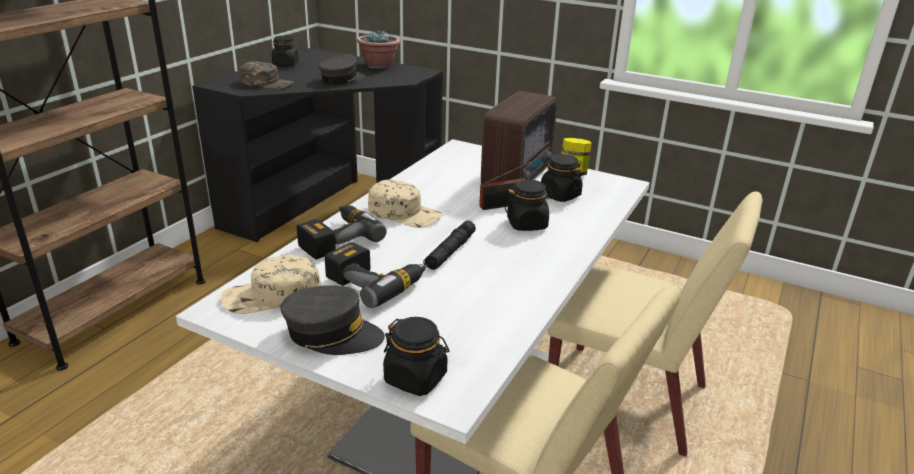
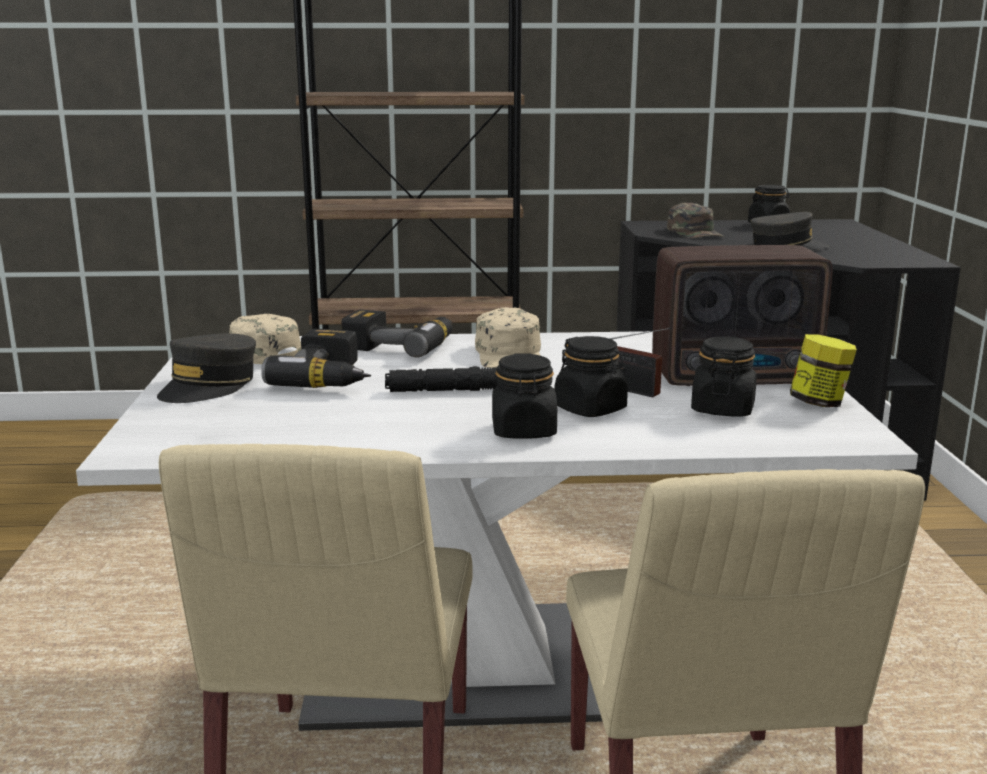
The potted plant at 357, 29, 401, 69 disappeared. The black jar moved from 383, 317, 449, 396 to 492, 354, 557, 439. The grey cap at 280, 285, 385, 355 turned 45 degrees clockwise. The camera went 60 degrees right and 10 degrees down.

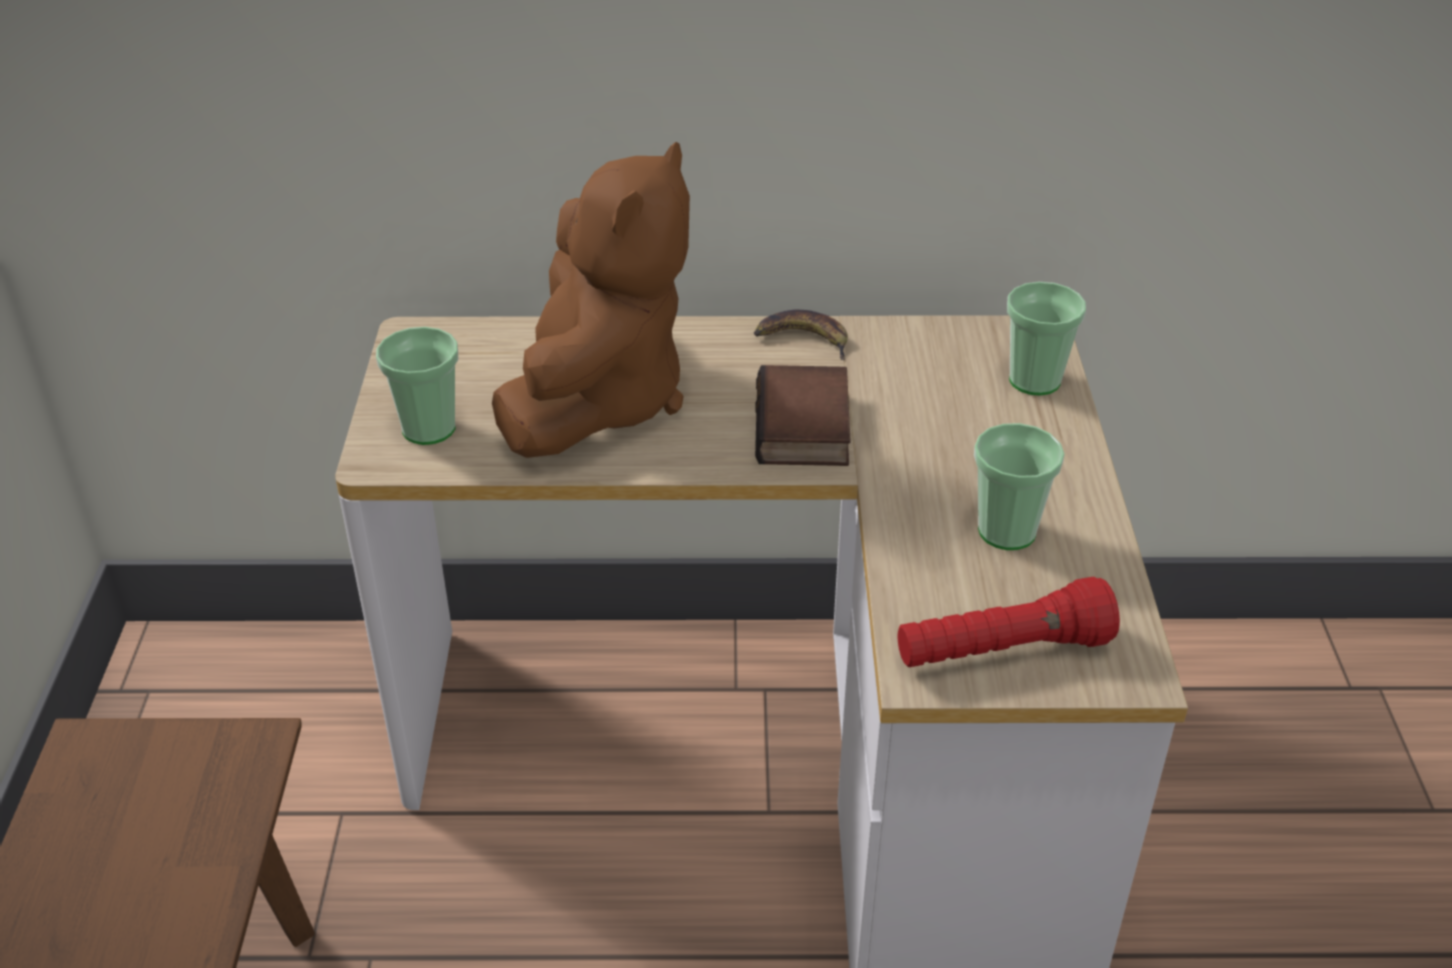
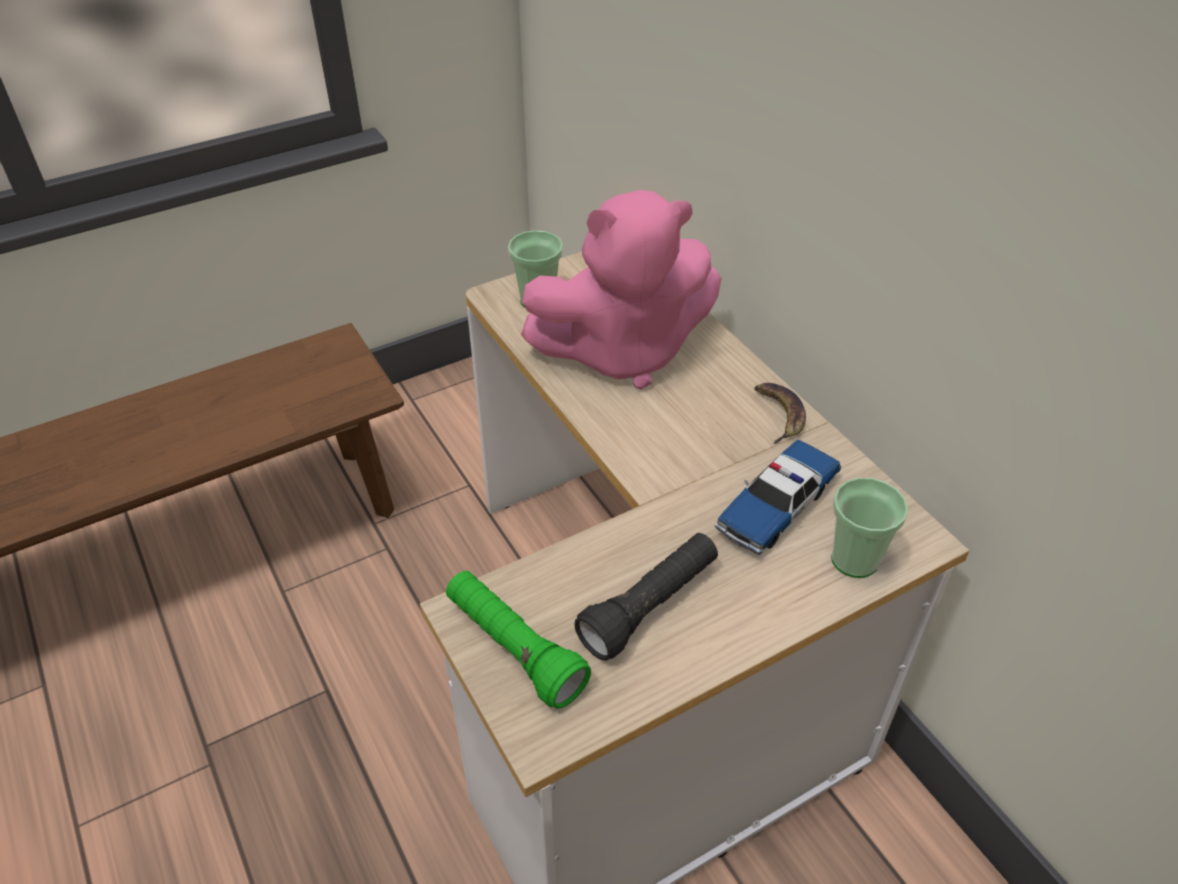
The book at 755, 365, 850, 466 disappeared. The toy car at 715, 440, 842, 555 appeared. The cup at 974, 423, 1065, 550 was replaced by the black flashlight at 574, 533, 718, 661. The brown plush toy at 492, 142, 690, 458 became the pink plush toy at 521, 190, 722, 390. The red flashlight at 898, 577, 1120, 667 became the green flashlight at 446, 571, 591, 709. The camera went 60 degrees right and 5 degrees up.

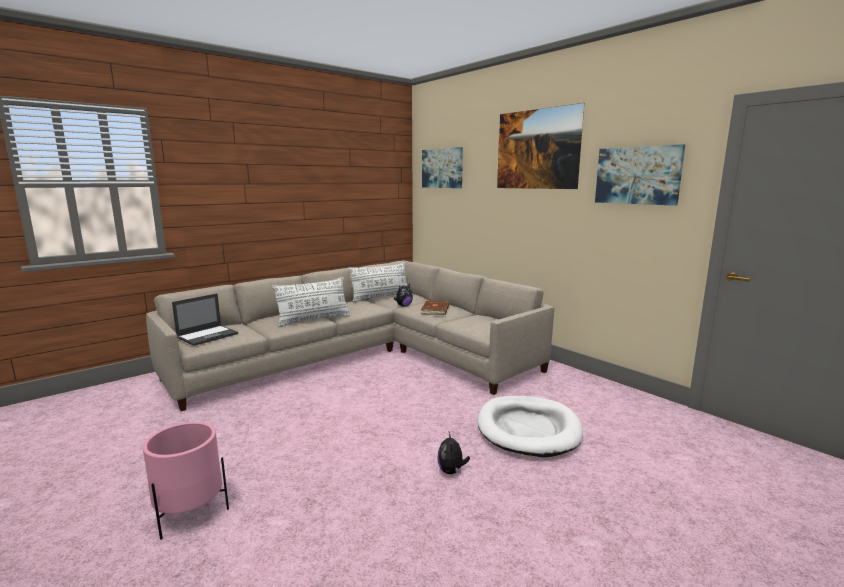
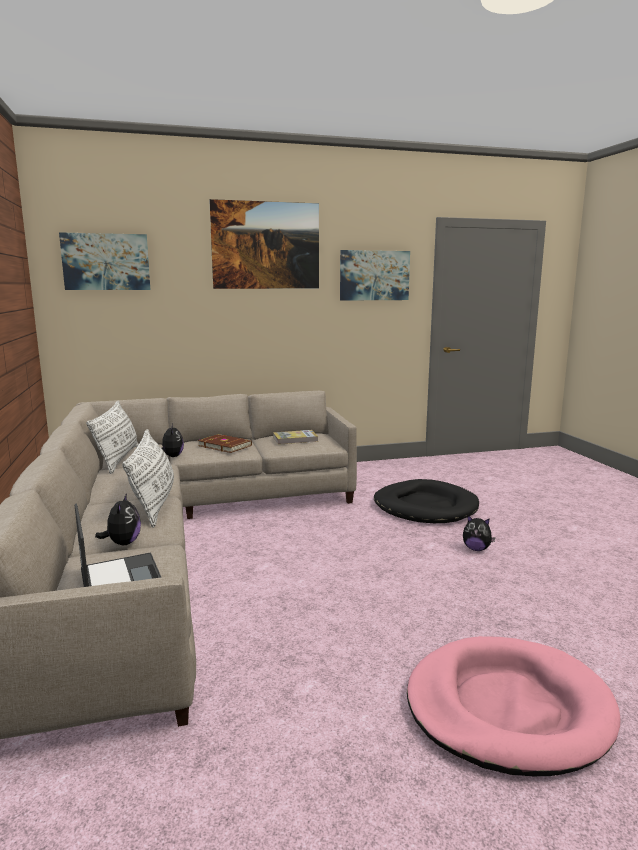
The plush toy at 95, 493, 141, 545 appeared. The book at 273, 430, 319, 445 appeared. The pink planter at 143, 422, 229, 540 was replaced by the pink dog bed at 407, 636, 621, 776. The white dog bed at 478, 396, 583, 457 became the black dog bed at 374, 479, 479, 523. The camera went 65 degrees left and 0 degrees up.

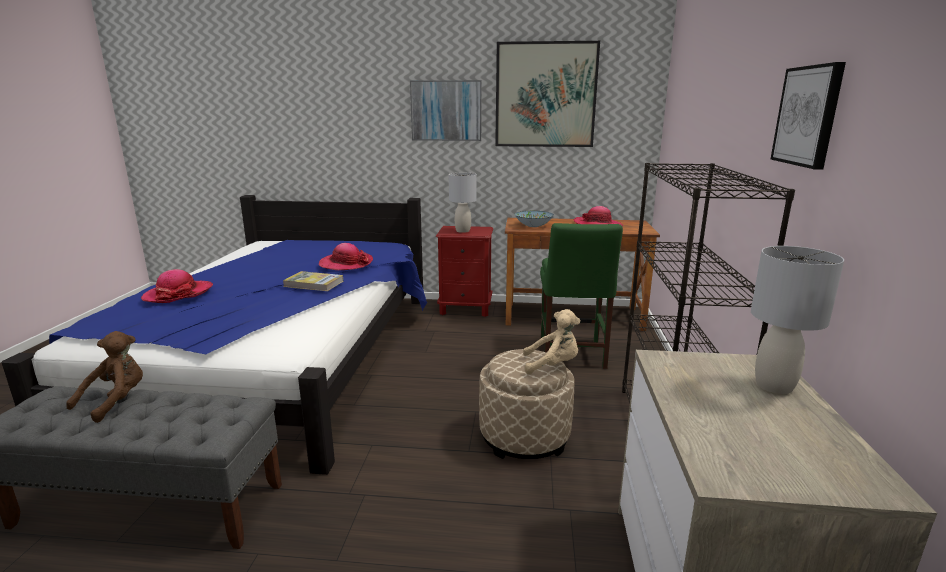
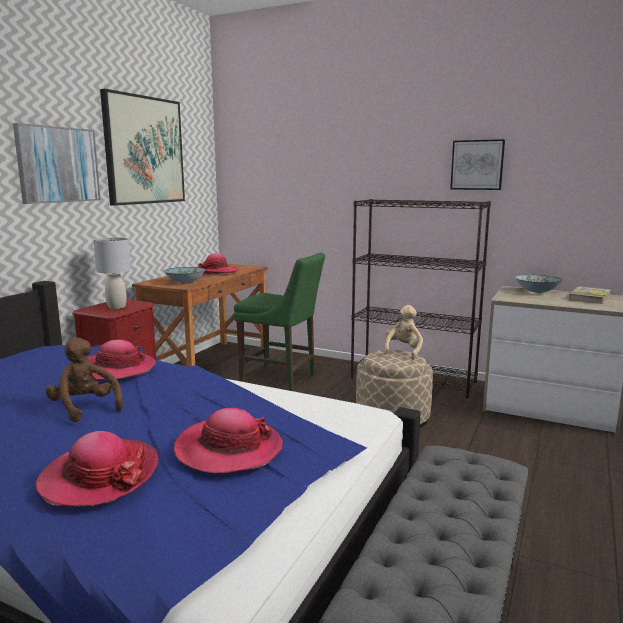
The hat at 174, 408, 283, 473 appeared. The brown plush toy moved from 66, 331, 143, 423 to 46, 337, 123, 422. The book moved from 283, 271, 343, 291 to 569, 286, 611, 304. The grey table lamp at 751, 246, 844, 394 was replaced by the bowl at 515, 275, 562, 293. The camera went 70 degrees left and 5 degrees down.

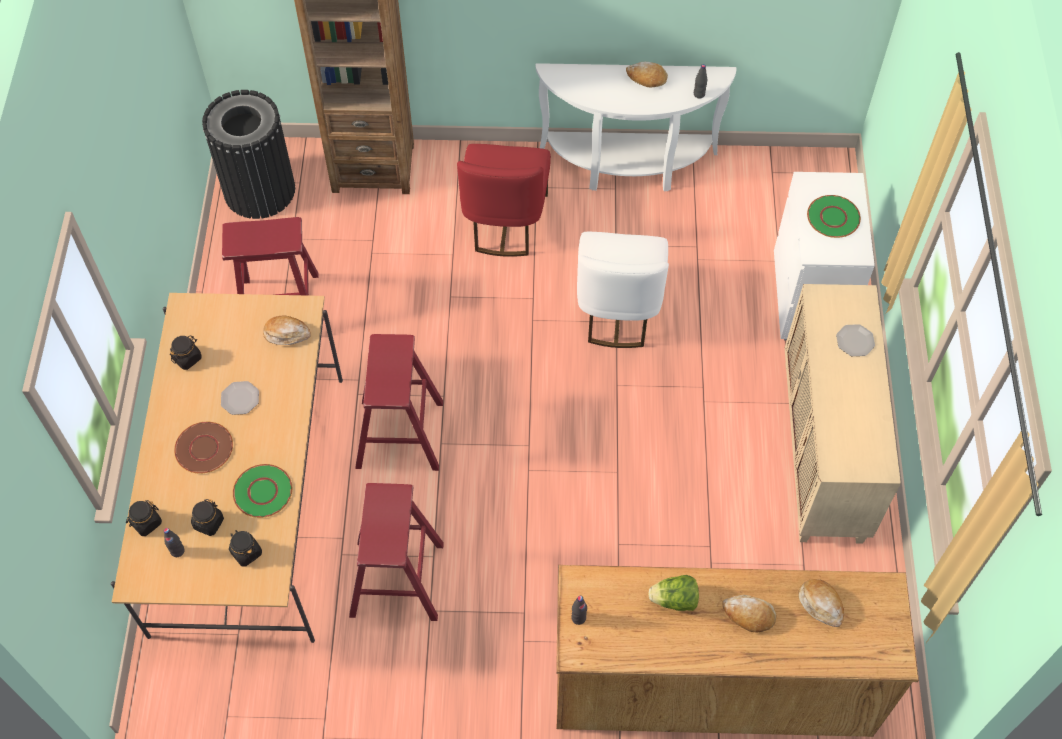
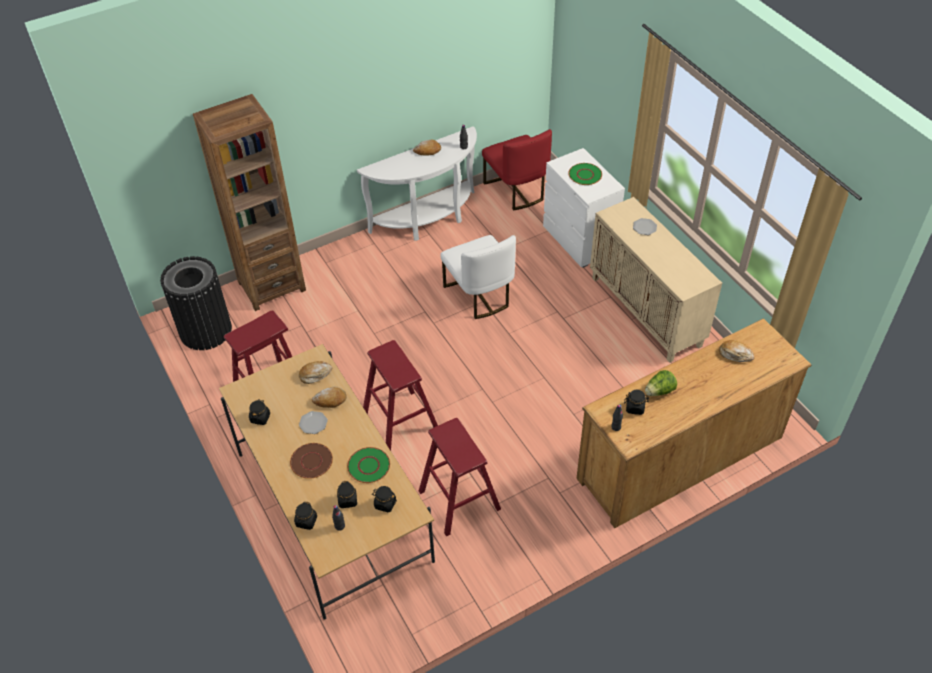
The black jar at 624, 390, 649, 415 appeared. The red chair moved from 457, 144, 551, 257 to 482, 129, 552, 211. The bread moved from 722, 595, 777, 633 to 311, 386, 347, 408. The camera went 30 degrees left and 10 degrees down.

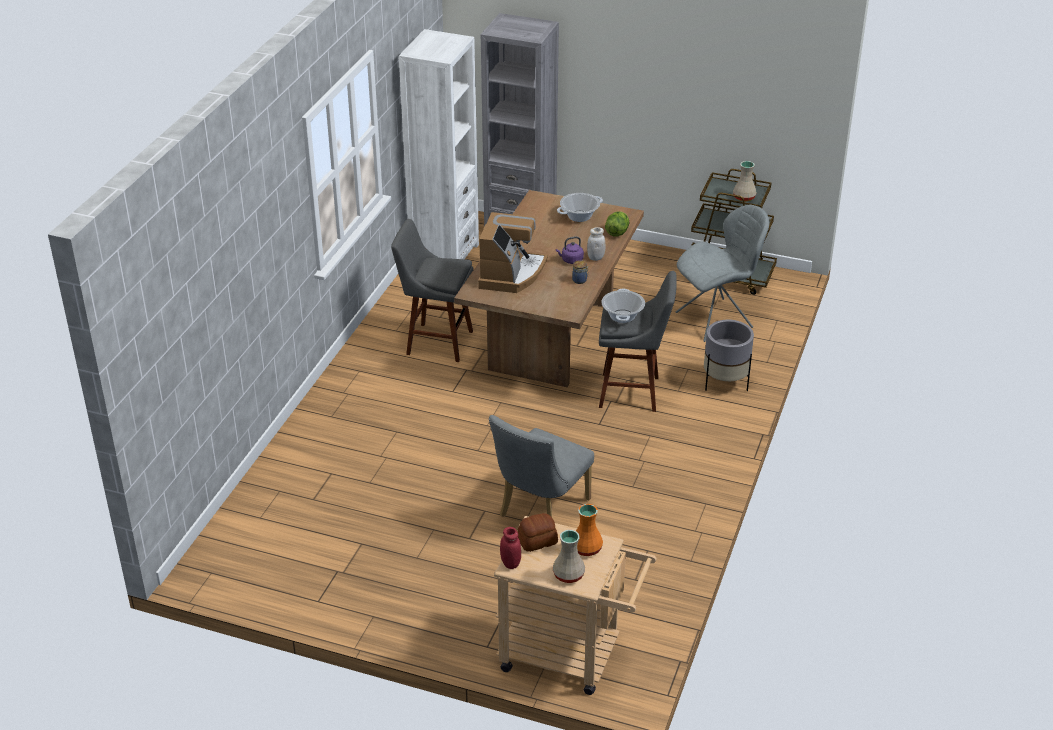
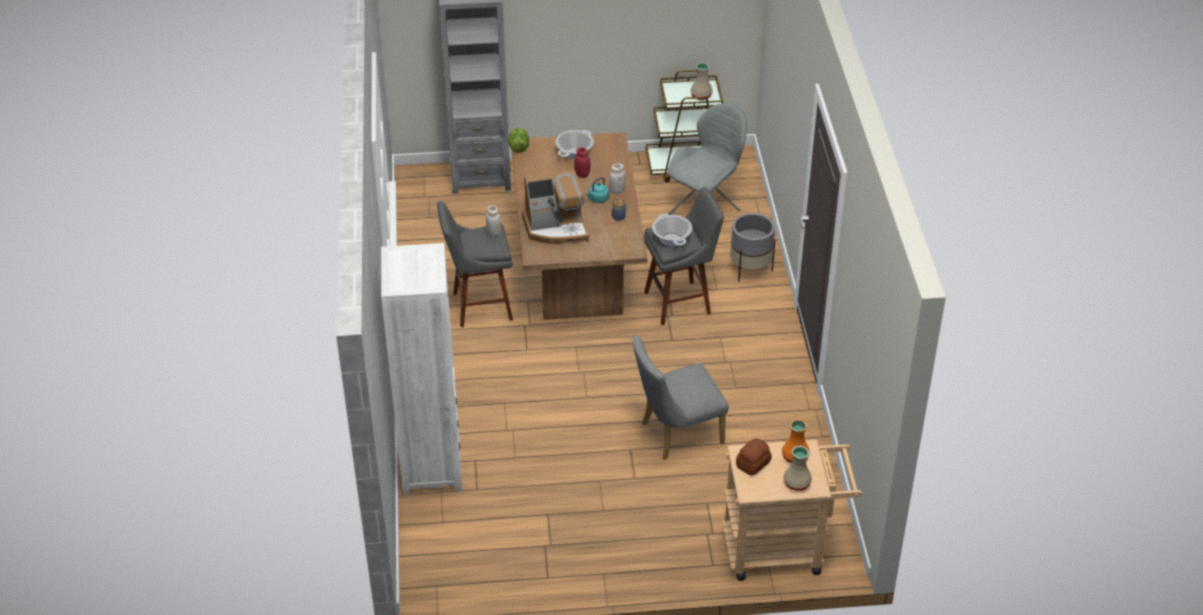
The white jar at 486, 205, 501, 237 appeared. The white bookcase moved from 399, 29, 479, 259 to 381, 243, 462, 495. The red jar moved from 500, 527, 521, 569 to 574, 147, 590, 178. The lettuce moved from 605, 211, 629, 237 to 508, 128, 529, 153. The purple kettle at 556, 236, 584, 264 became the turquoise kettle at 585, 177, 609, 203. The coffee machine at 478, 212, 548, 293 turned 90 degrees clockwise. The grey chair at 489, 415, 594, 517 turned 60 degrees clockwise. The camera went 25 degrees left and 5 degrees up.

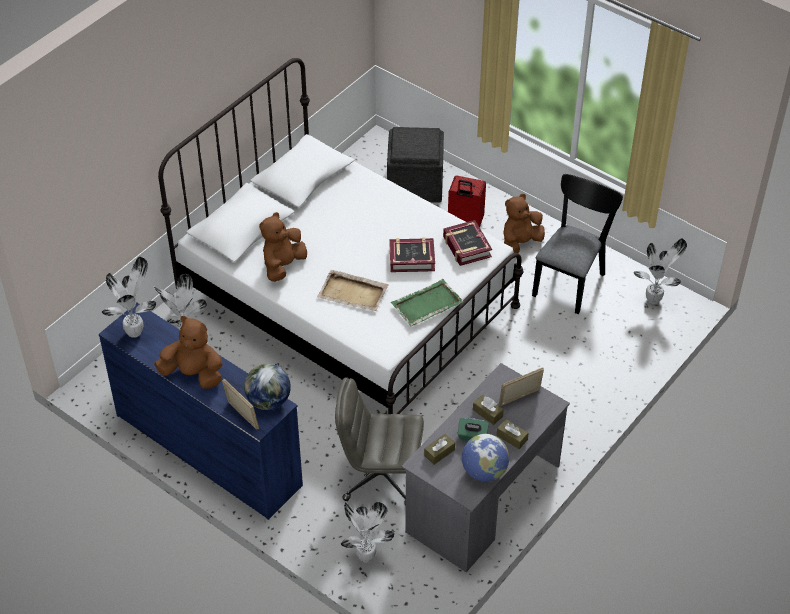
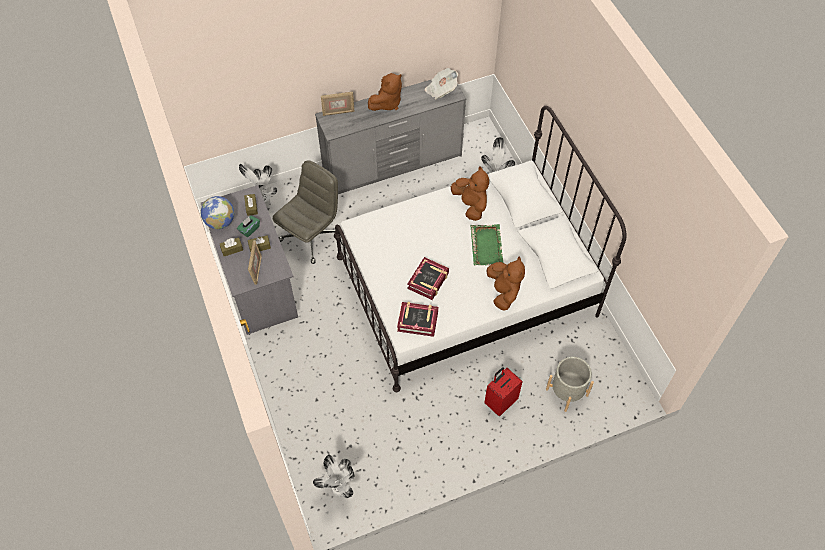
The globe at 244, 364, 291, 410 disappeared. The beige tray at 317, 270, 389, 311 disappeared. The black chair at 532, 174, 623, 314 disappeared. The green tray moved from 391, 279, 464, 327 to 470, 224, 504, 265. The brown plush toy moved from 503, 194, 545, 253 to 487, 257, 525, 310. The potted plant at 102, 257, 156, 338 was replaced by the newspaper at 425, 68, 459, 99. The grey ottoman at 387, 127, 444, 203 was replaced by the grey planter at 546, 357, 594, 412. The blue dresser at 99, 303, 303, 520 became the grey dresser at 315, 80, 466, 194. The camera went 120 degrees right and 10 degrees up.

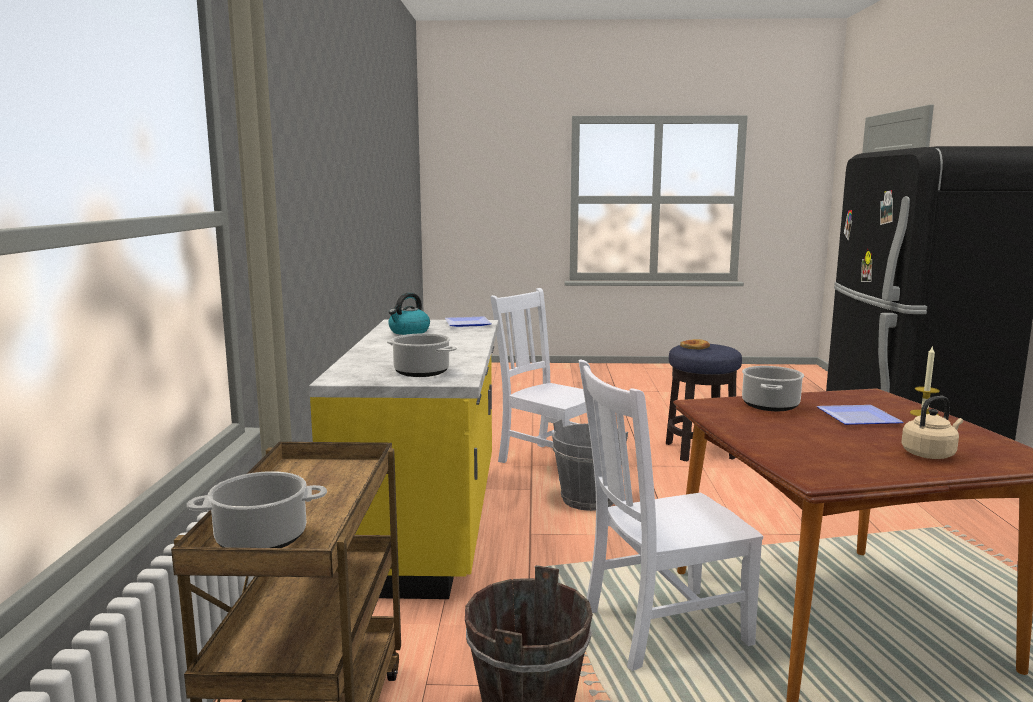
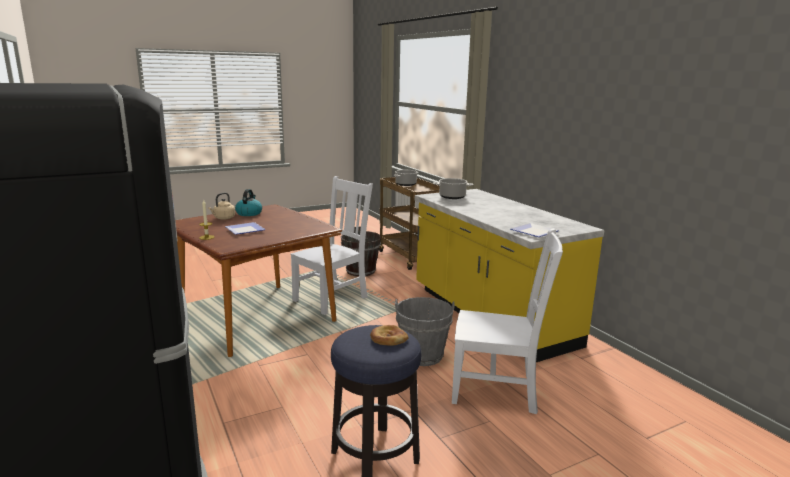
The cooking pot at 742, 366, 804, 411 disappeared. The kettle moved from 388, 293, 430, 335 to 235, 189, 262, 216. The camera went 150 degrees right and 5 degrees up.

